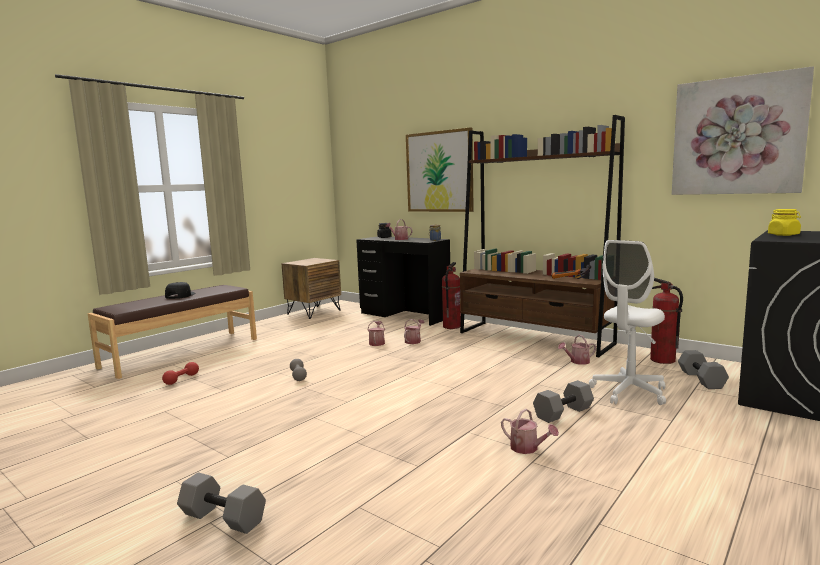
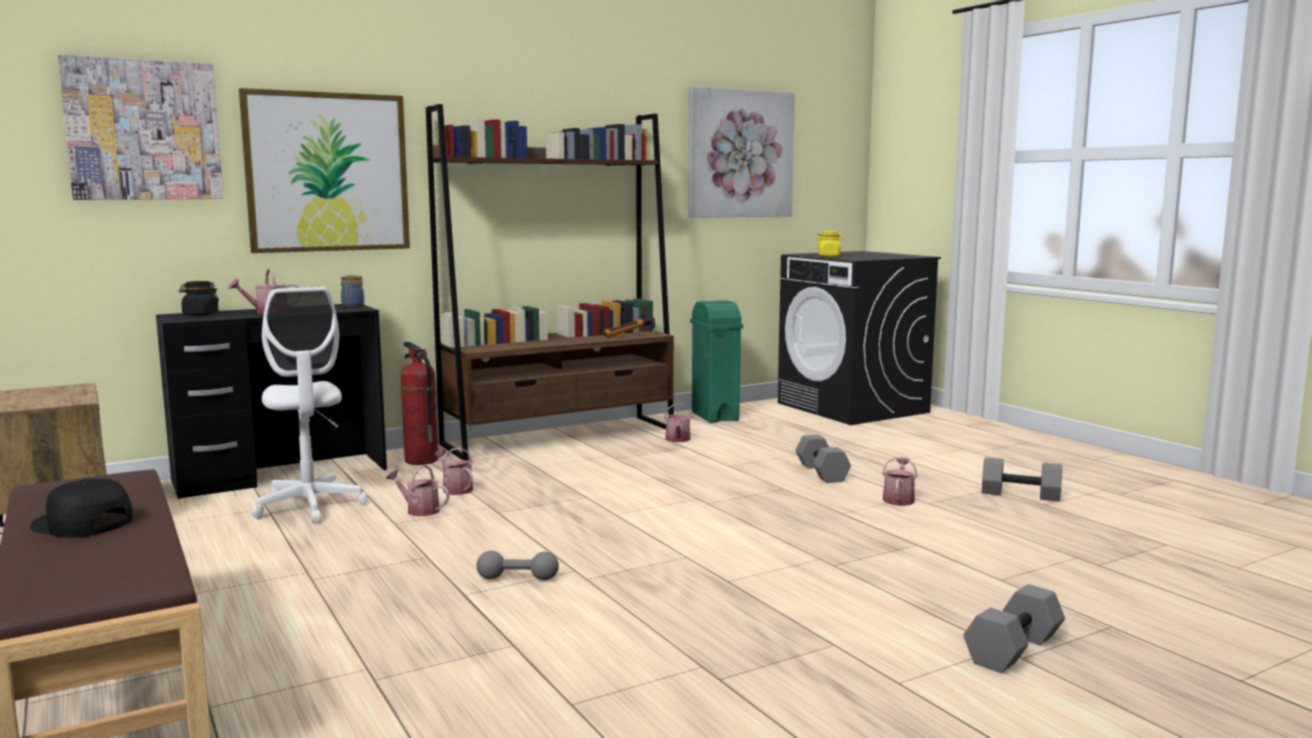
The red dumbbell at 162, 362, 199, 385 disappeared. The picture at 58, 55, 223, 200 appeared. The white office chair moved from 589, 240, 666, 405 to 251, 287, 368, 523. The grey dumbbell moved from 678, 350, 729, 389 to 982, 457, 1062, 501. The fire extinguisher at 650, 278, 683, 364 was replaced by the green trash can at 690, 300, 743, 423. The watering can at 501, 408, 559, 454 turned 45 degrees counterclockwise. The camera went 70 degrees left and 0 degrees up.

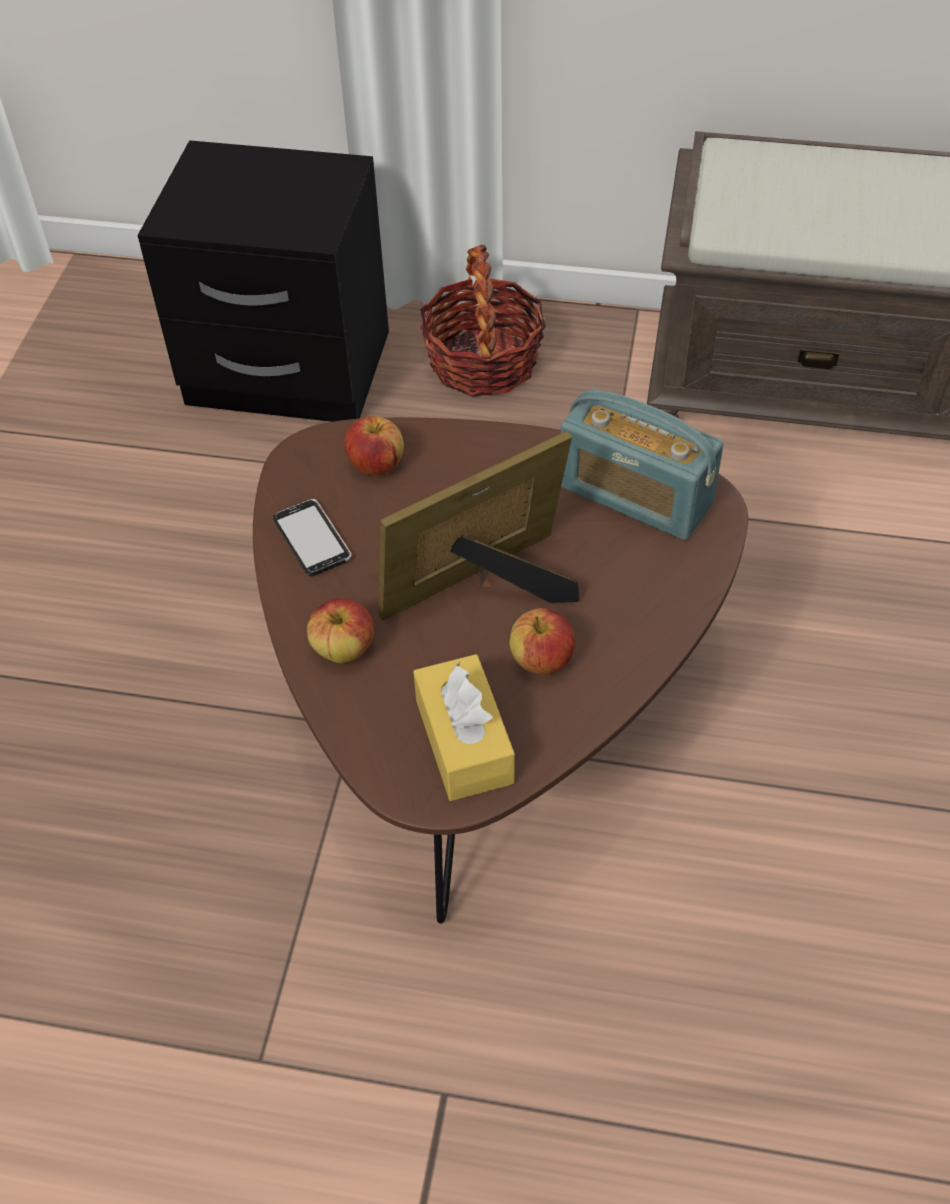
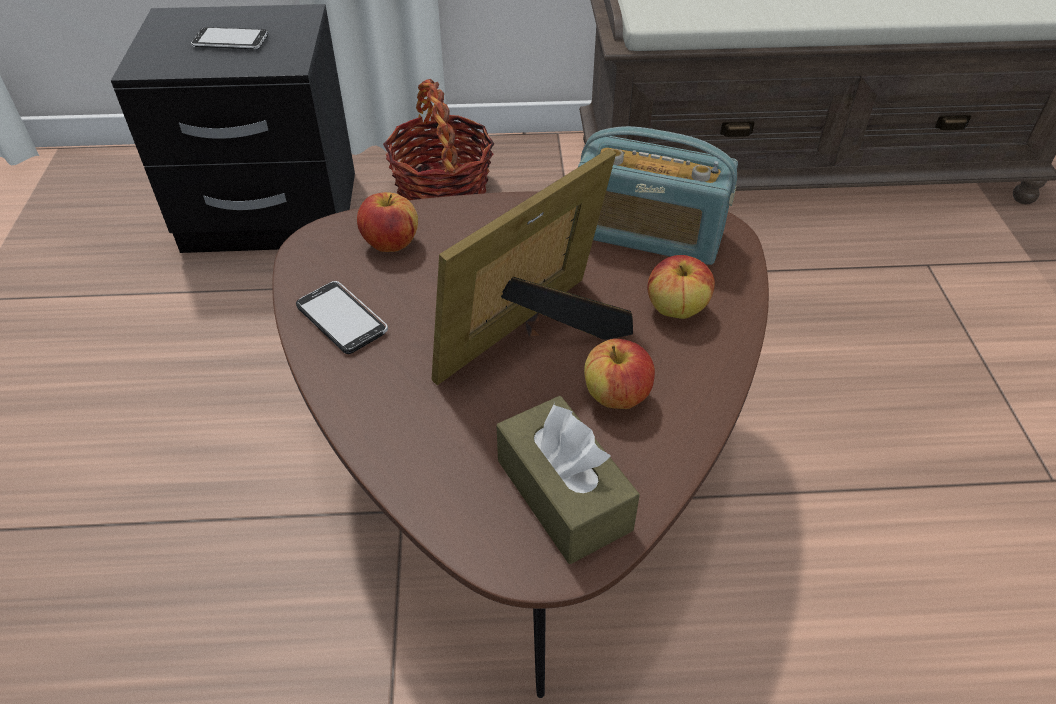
The phone at 191, 27, 268, 49 appeared. The apple moved from 307, 598, 374, 663 to 647, 255, 715, 319. The yellow tissue box at 413, 654, 515, 801 became the brown tissue box at 496, 396, 640, 564. The camera went 15 degrees left and 5 degrees down.

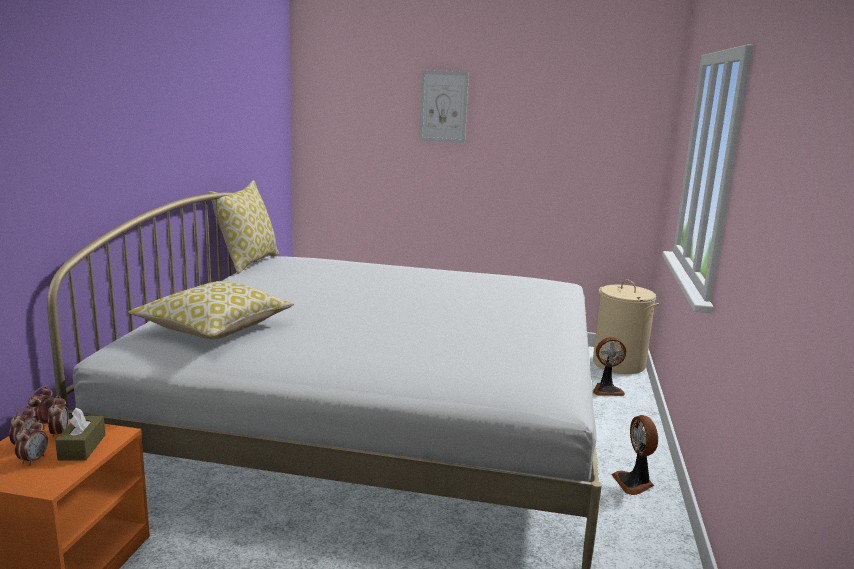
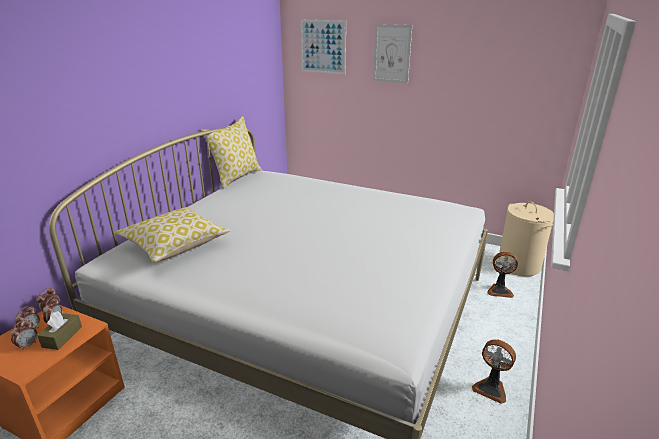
The picture at 301, 20, 346, 74 appeared. The fan at 611, 415, 658, 495 turned 60 degrees counterclockwise. The camera went 15 degrees right and 10 degrees up.

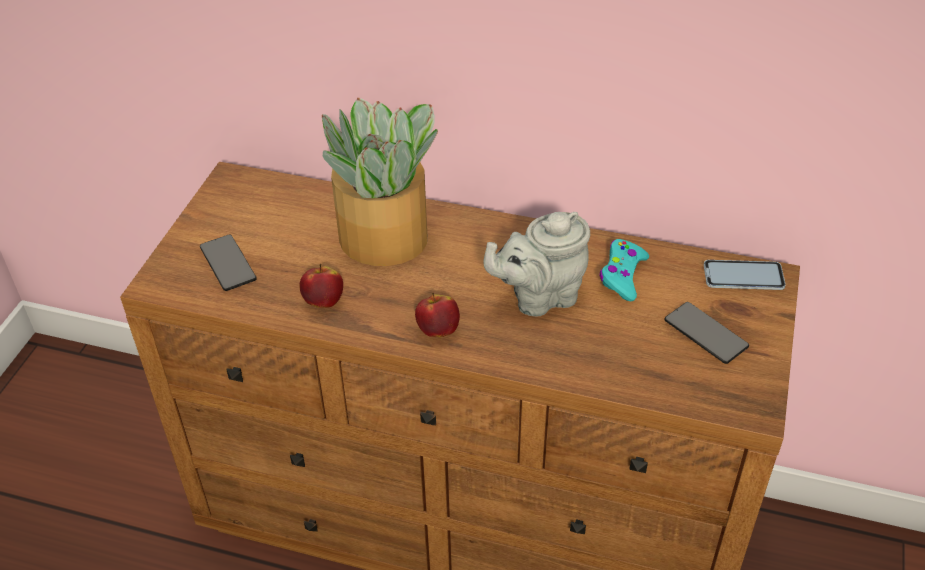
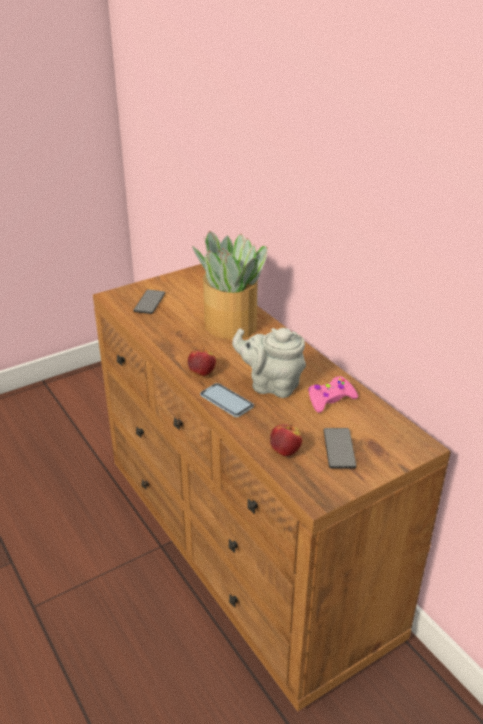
The apple moved from 299, 264, 343, 308 to 270, 423, 302, 456. The phone moved from 704, 260, 786, 290 to 200, 383, 254, 417. The turquoise game controller at 599, 239, 649, 301 became the pink game controller at 308, 376, 358, 413. The camera went 40 degrees right and 10 degrees down.

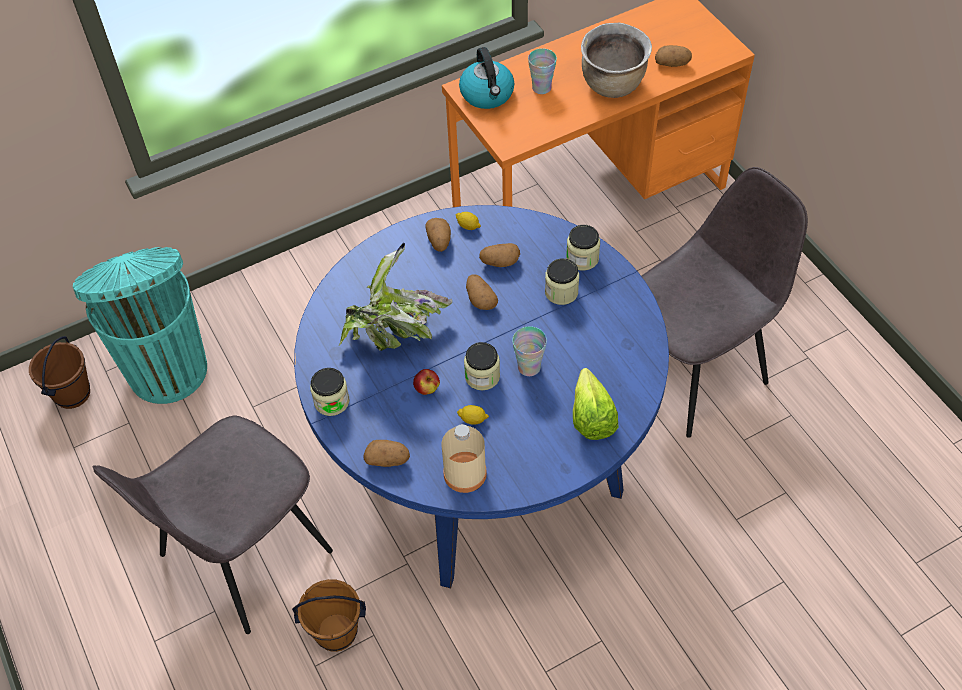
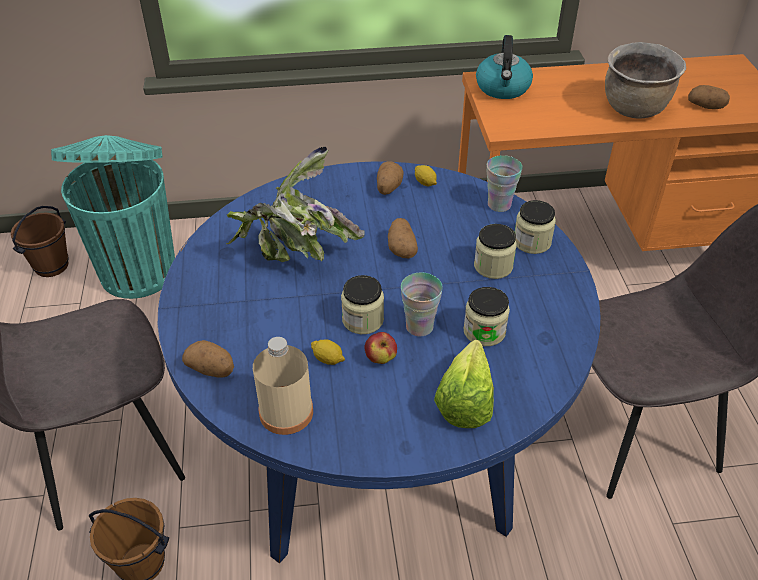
The potato at 479, 243, 520, 267 disappeared. The jar moved from 310, 368, 349, 416 to 463, 287, 510, 346. The apple moved from 413, 369, 440, 395 to 364, 332, 397, 364. The cup moved from 528, 48, 557, 94 to 487, 155, 523, 212. The camera went 20 degrees right and 10 degrees down.

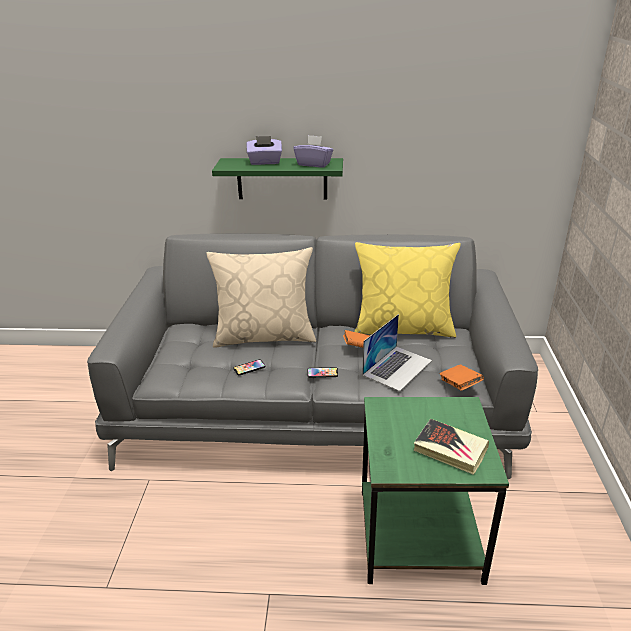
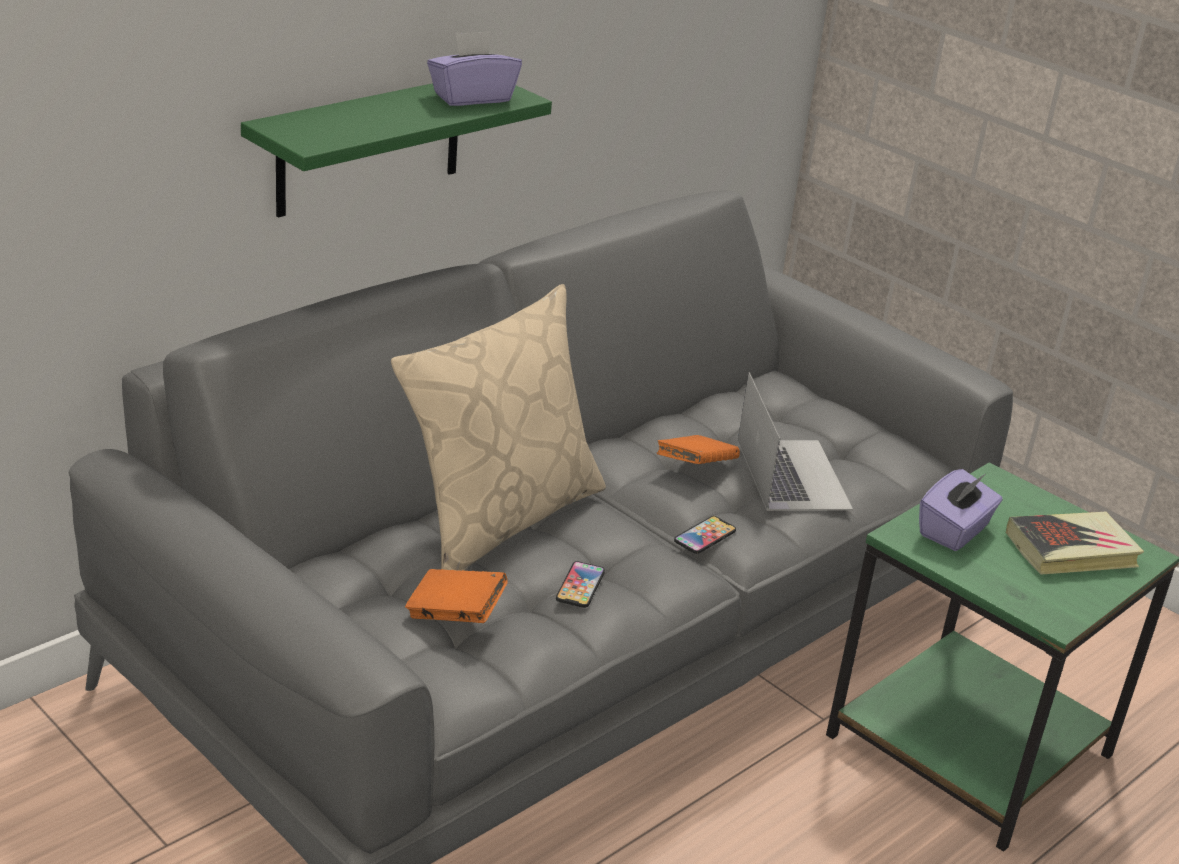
The yellow pillow at 354, 242, 461, 338 disappeared. The purple tissue box moved from 247, 136, 282, 165 to 919, 469, 1003, 551. The orange book moved from 440, 364, 484, 391 to 405, 569, 508, 623. The camera went 50 degrees left and 0 degrees up.

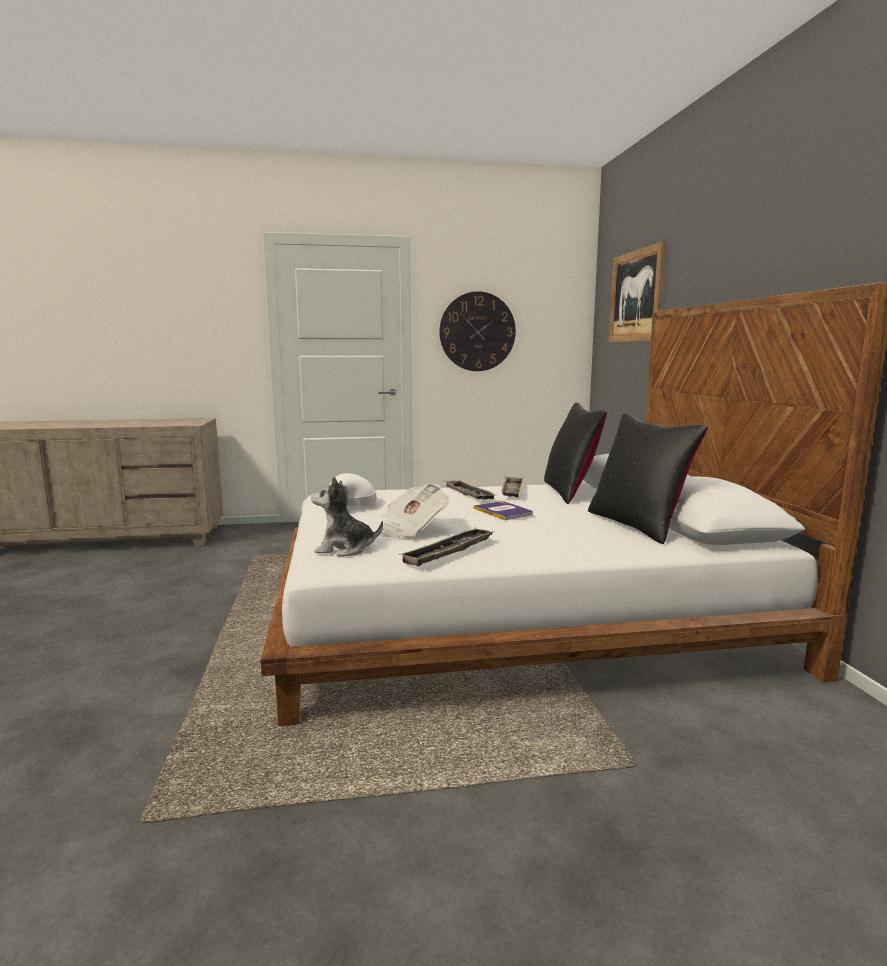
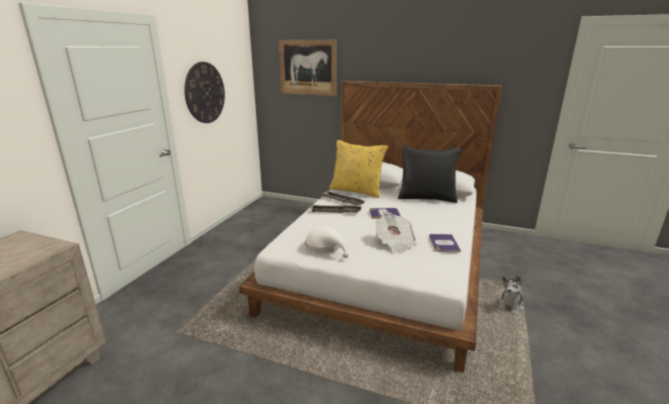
The plush toy moved from 311, 476, 383, 557 to 498, 276, 524, 315. The tray at 399, 528, 493, 566 was replaced by the book at 429, 234, 461, 252. The black pillow at 544, 403, 607, 504 became the yellow pillow at 329, 140, 388, 198. The camera went 60 degrees left and 10 degrees up.

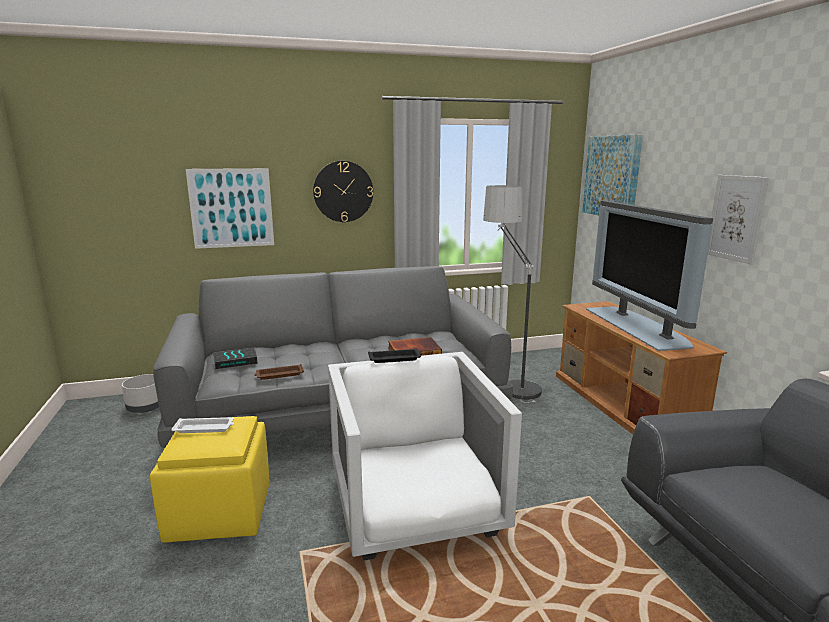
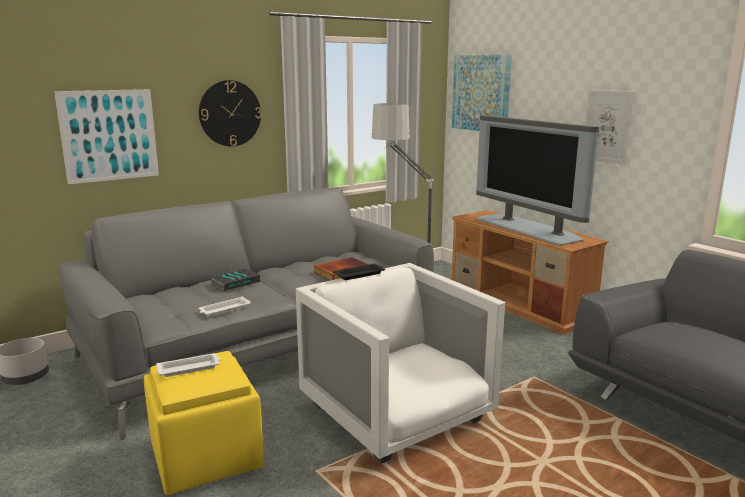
The book moved from 213, 347, 258, 370 to 211, 268, 260, 291. The brown tray at 254, 364, 304, 380 became the white tray at 199, 296, 251, 317. The camera went 20 degrees left and 0 degrees up.

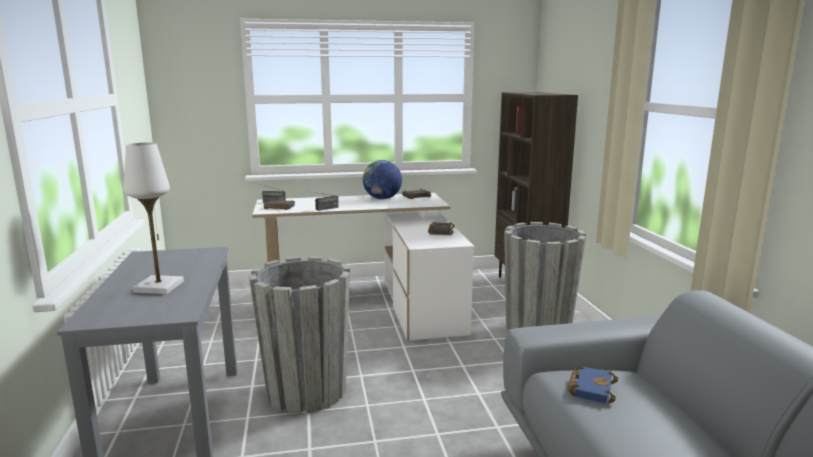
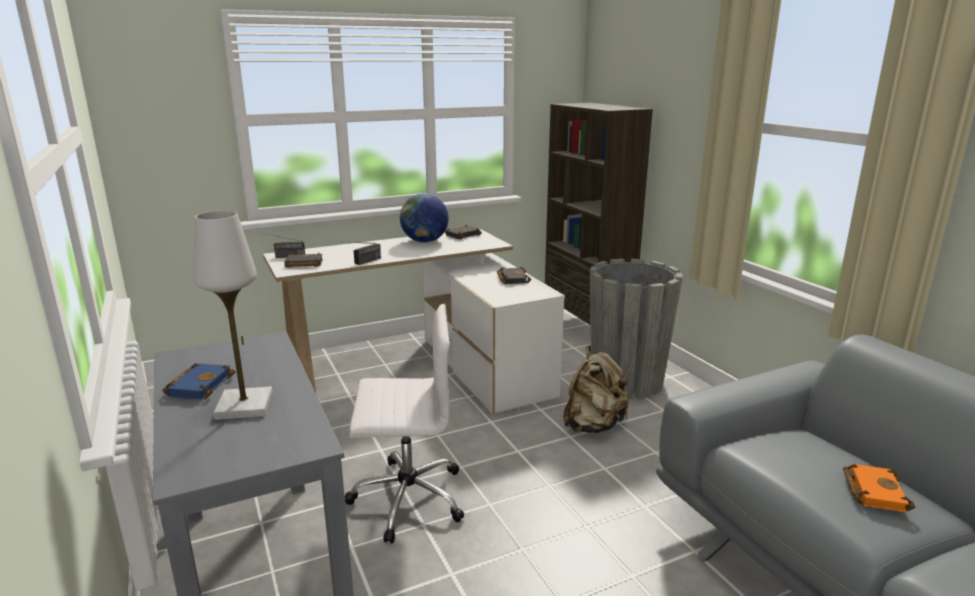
The beige backpack at 563, 345, 629, 433 appeared. The orange book at 843, 464, 915, 512 appeared. The blue book moved from 568, 366, 618, 404 to 162, 363, 235, 400. The grey planter at 249, 256, 350, 414 was replaced by the white office chair at 345, 304, 464, 544. The camera went 15 degrees left and 5 degrees up.

